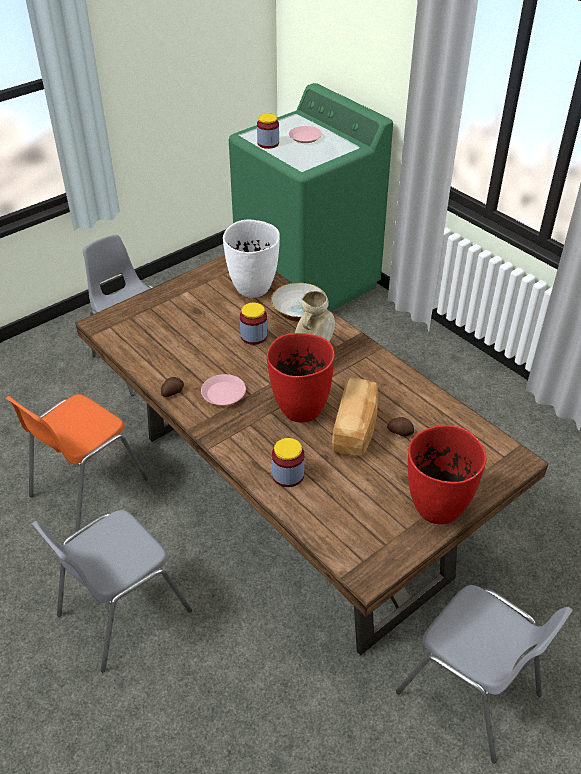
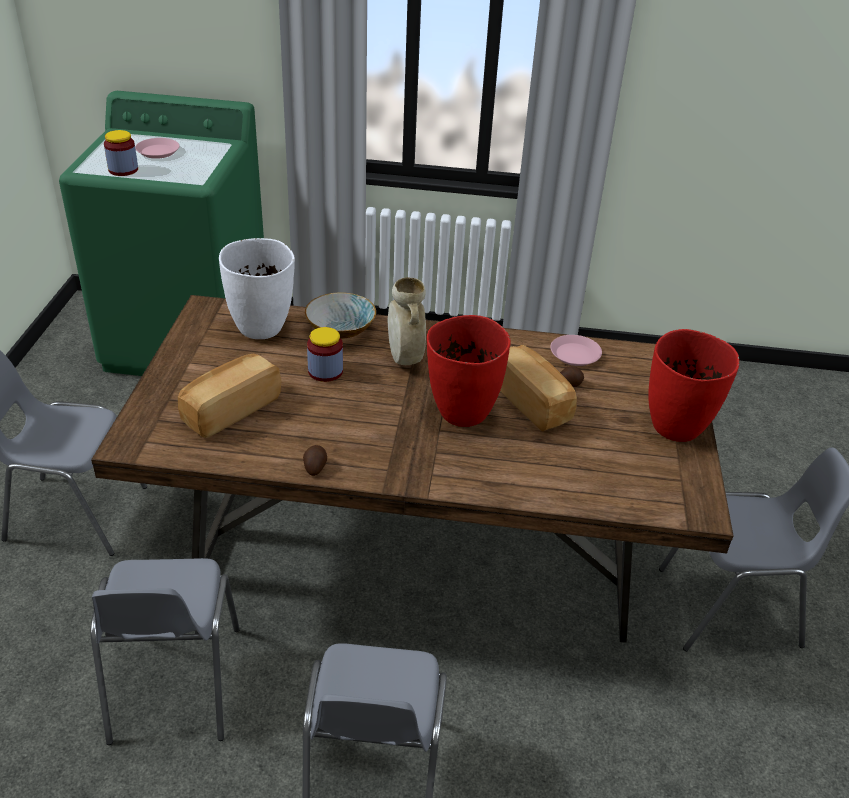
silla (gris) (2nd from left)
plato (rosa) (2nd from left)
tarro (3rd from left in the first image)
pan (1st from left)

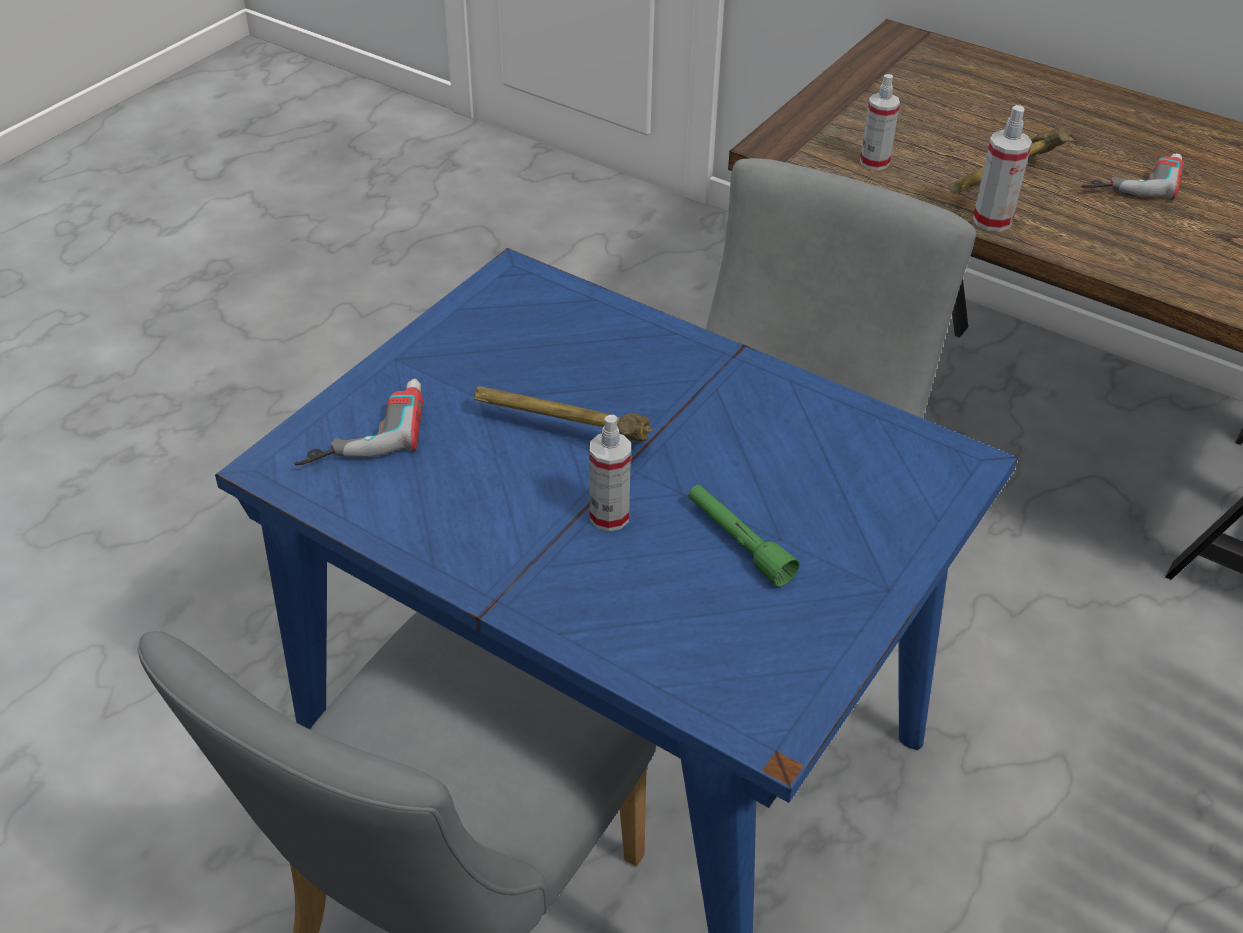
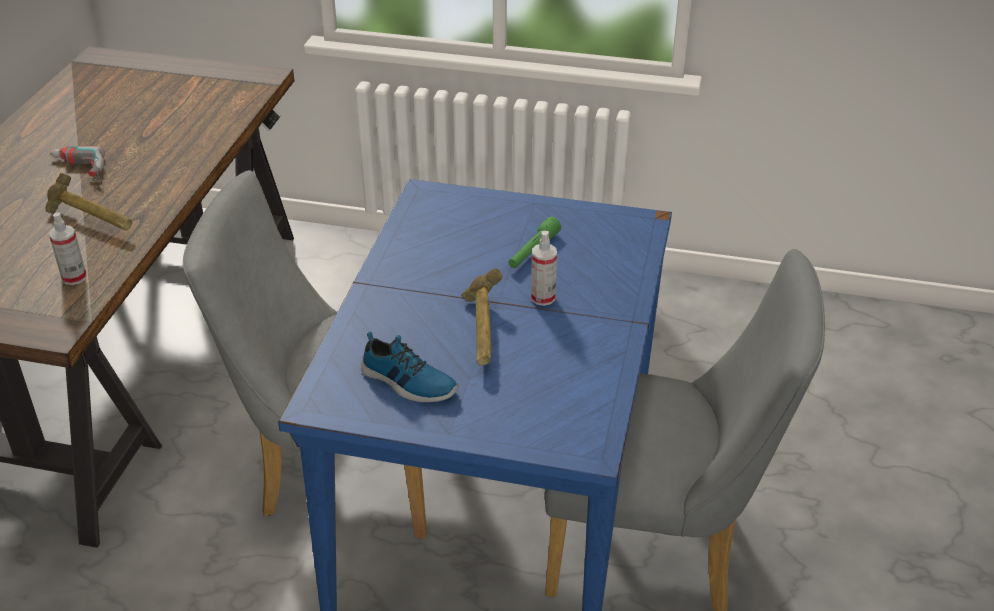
taladro (1st from left in the first image)
pulverizador (3rd from left in the first image)
zapato

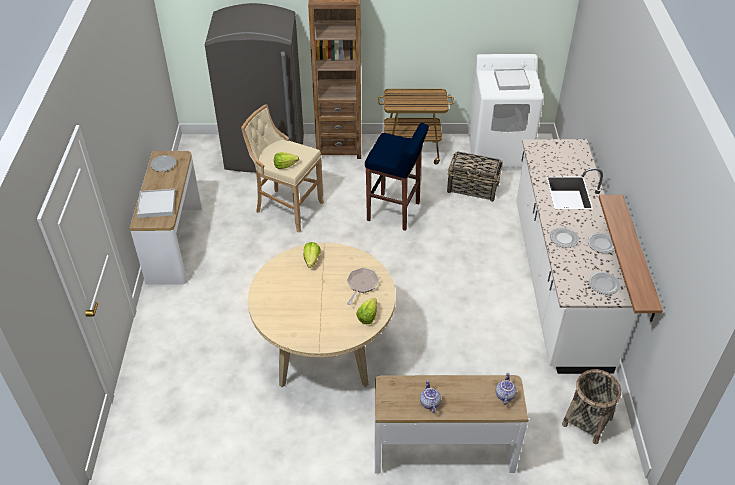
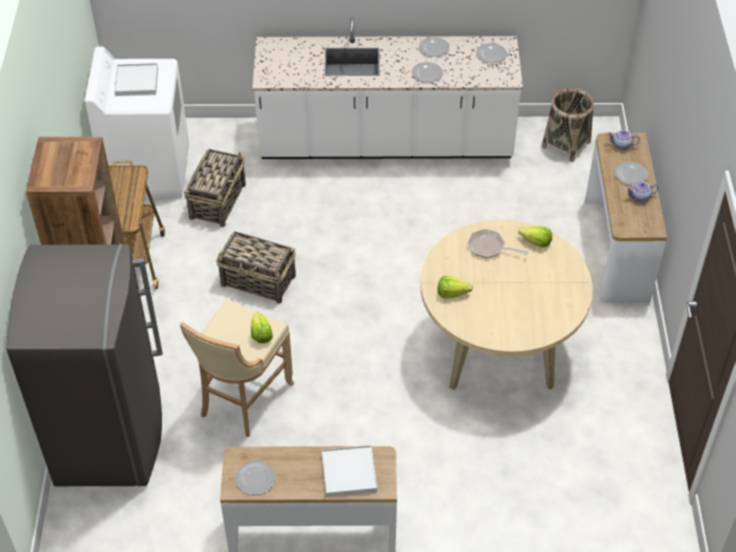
cesta (2nd from left)
estante
plato (5th from left)

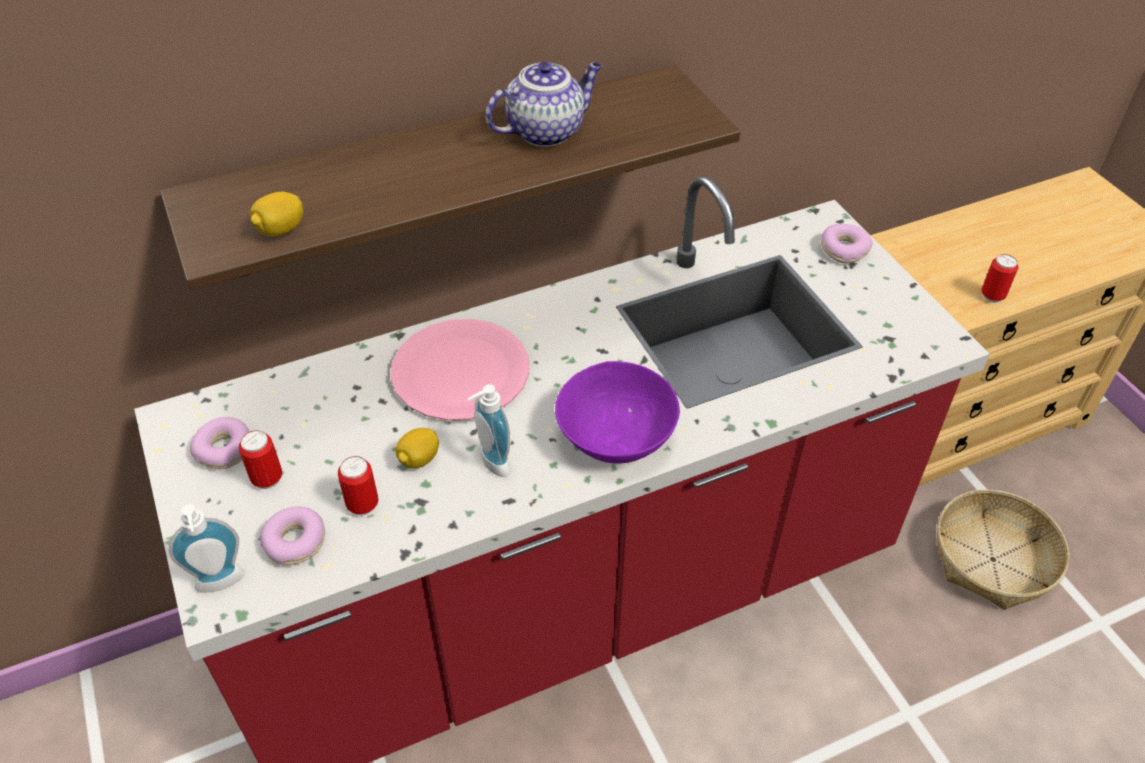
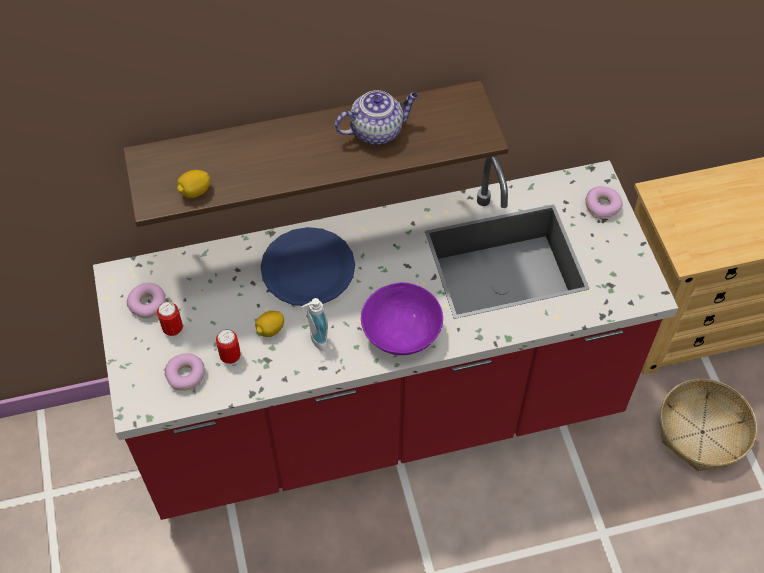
dispensador de jabón (1st from left in the first image)
plato (azul)
lata (3rd from left in the first image)

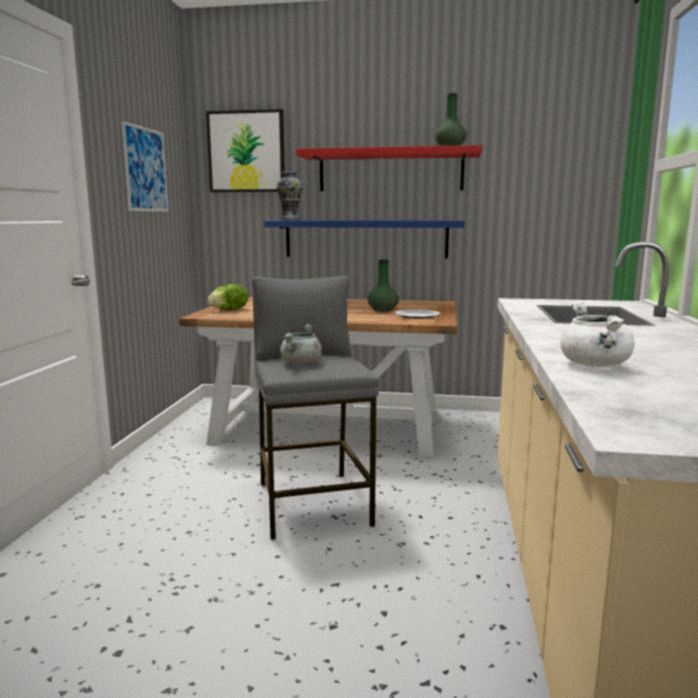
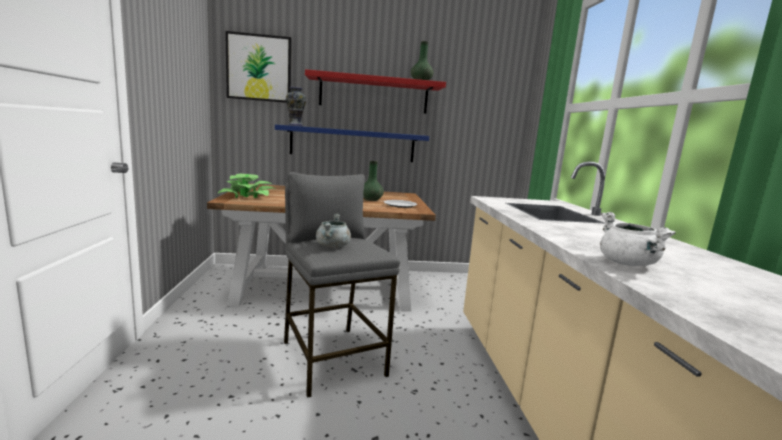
cuadro (1st from left in the first image)
planta en maceta

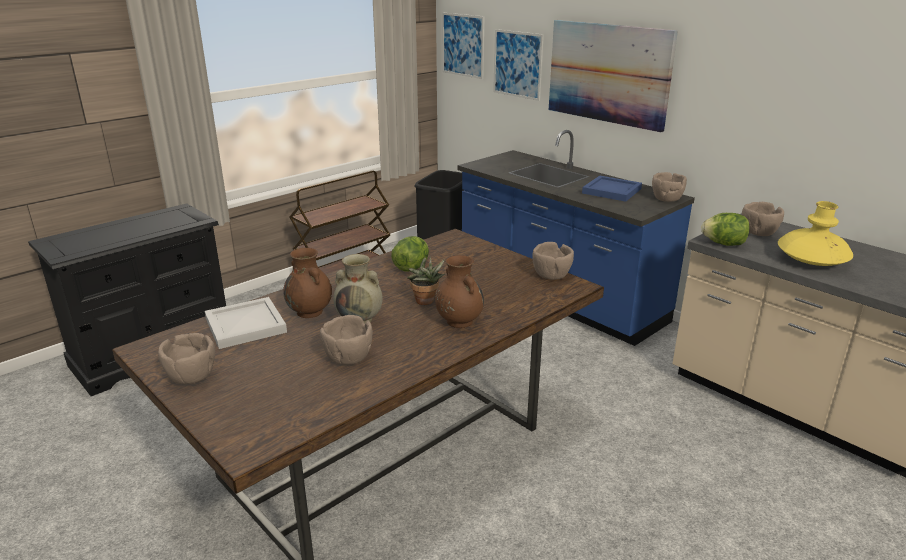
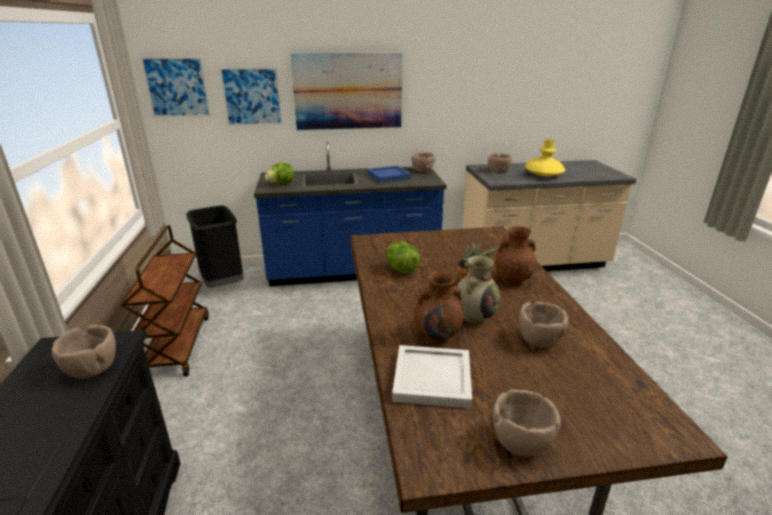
cuenco (marrón) (1st from left)
lechuga (1st from left)

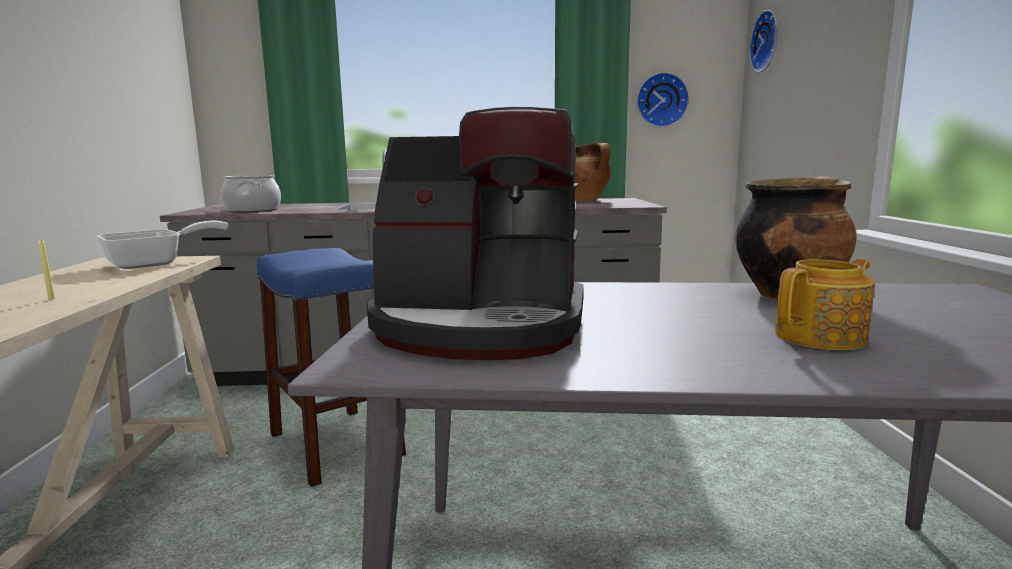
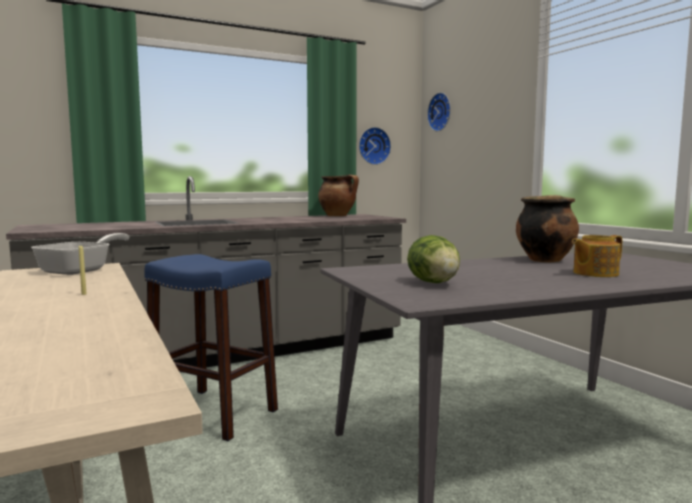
olla (1st from left in the first image)
lechuga
tetera

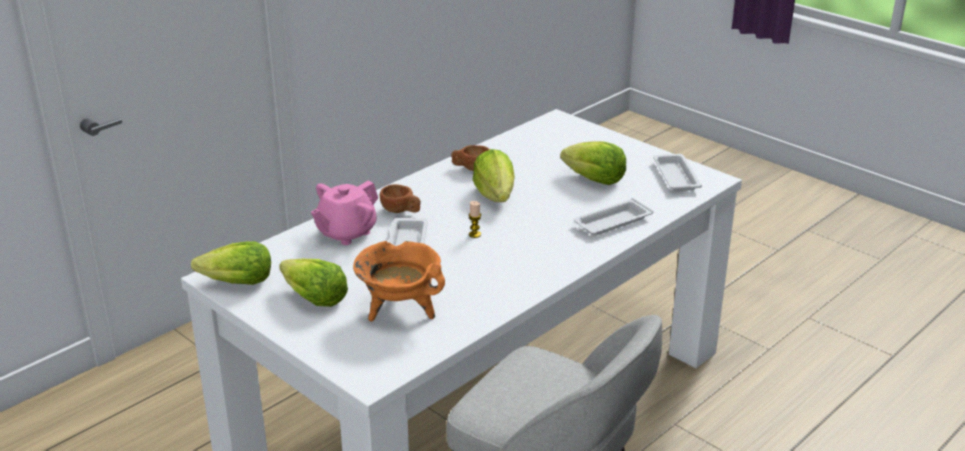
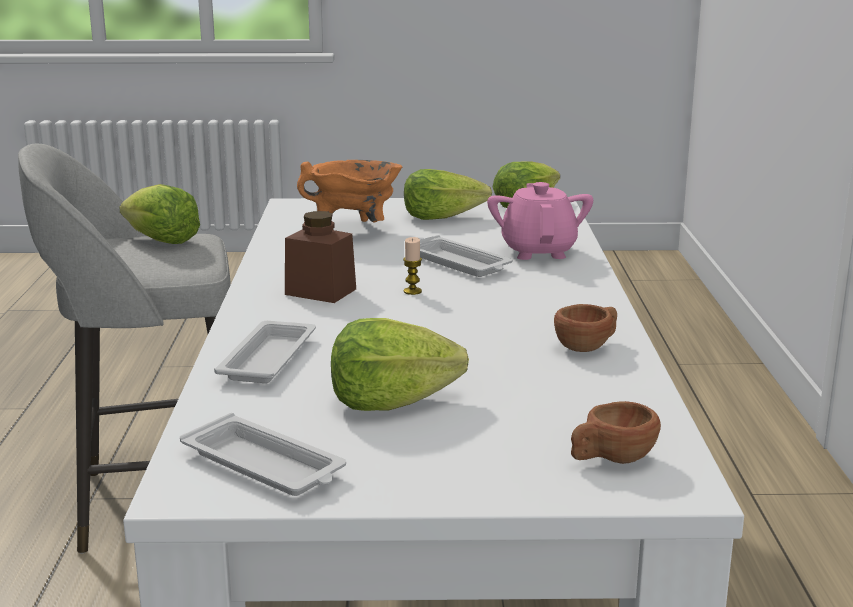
taza (marrón) (2nd from left)
lechuga (1st from left)
tarro (marrón)

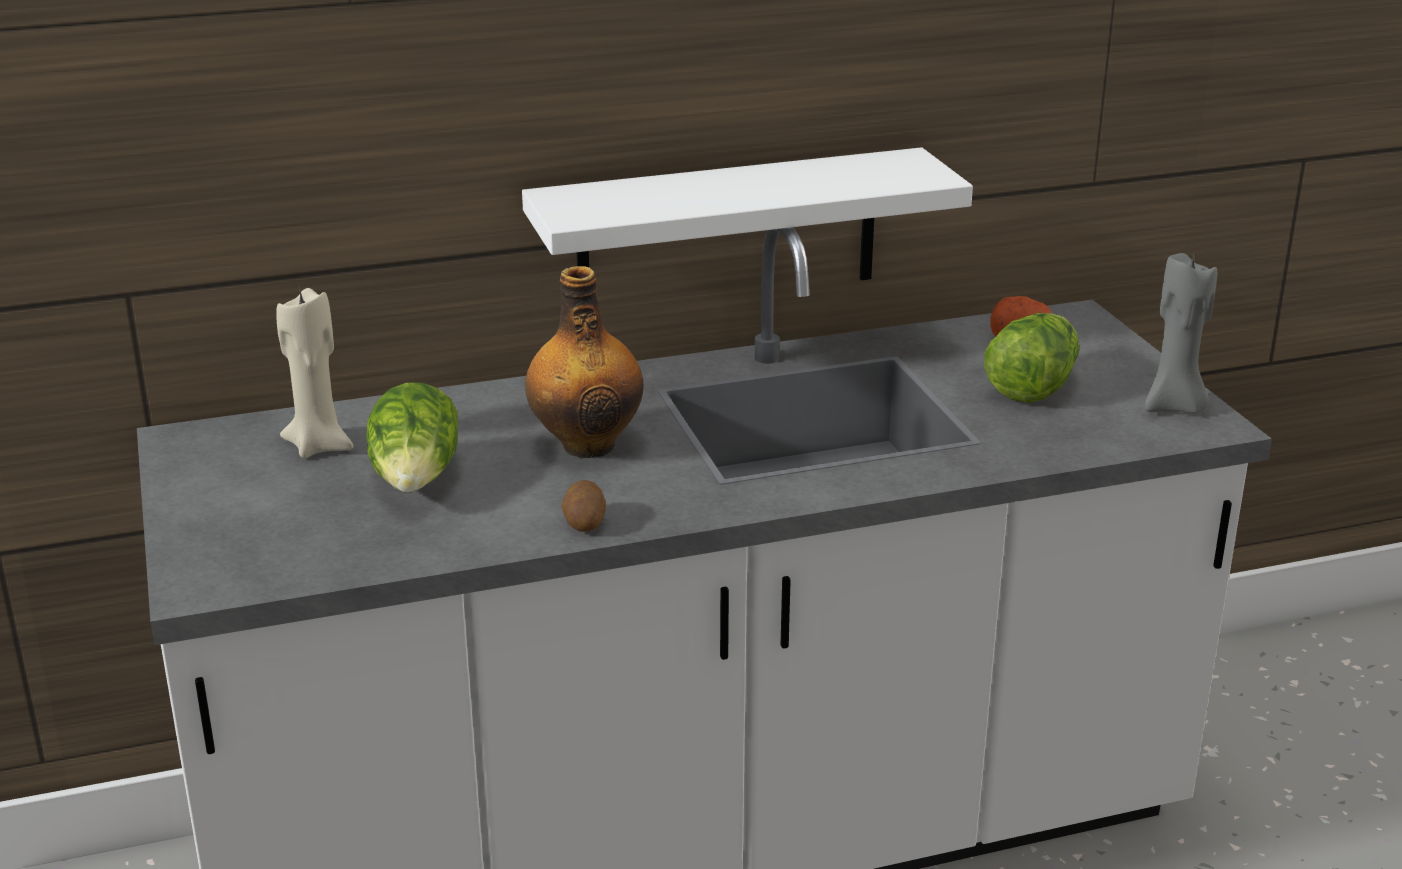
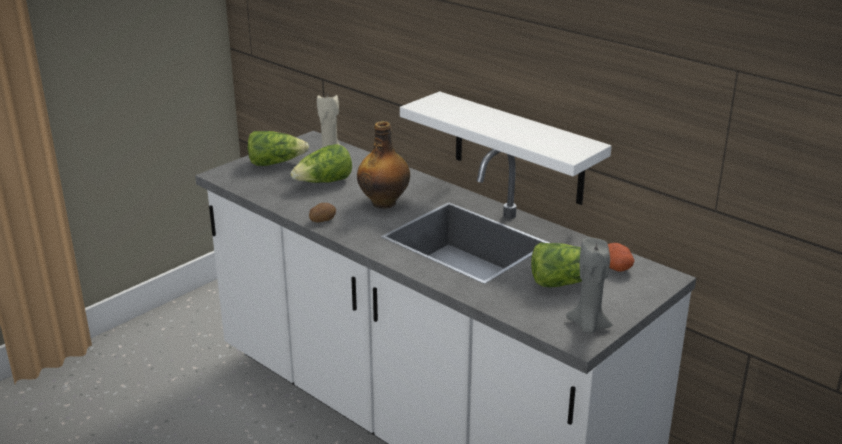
lechuga (1st from left)

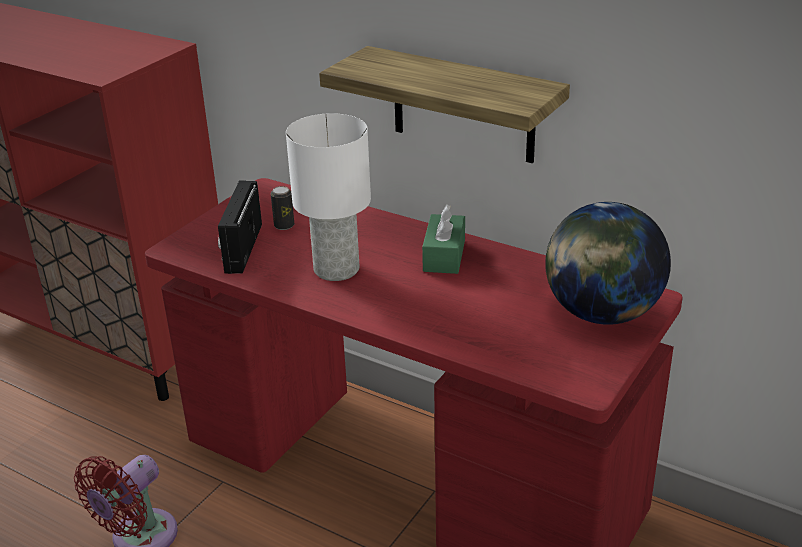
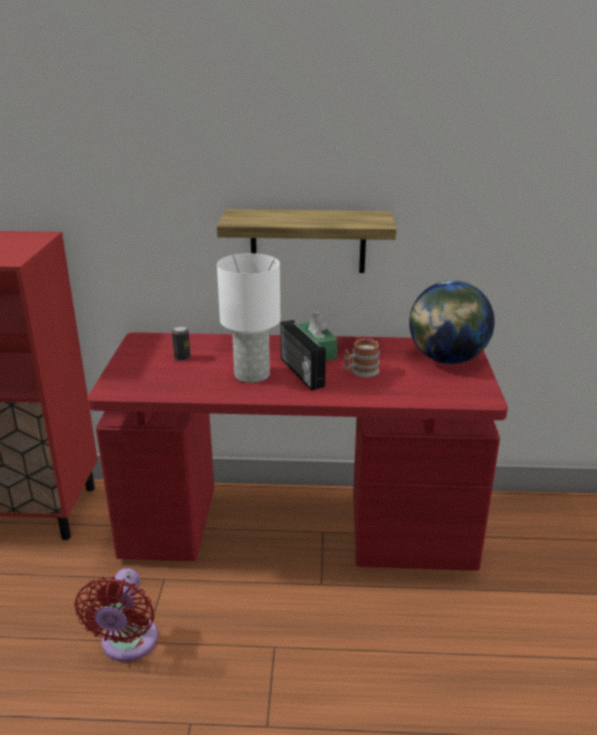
radio
taza grande

